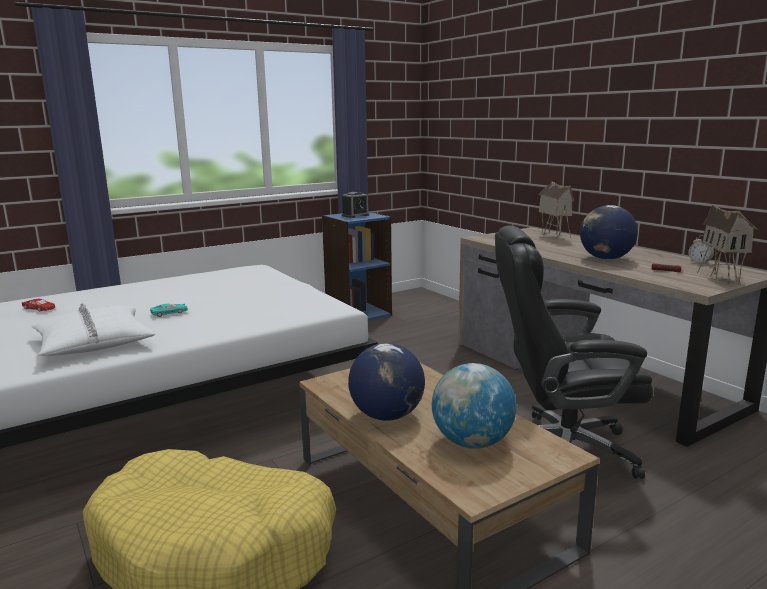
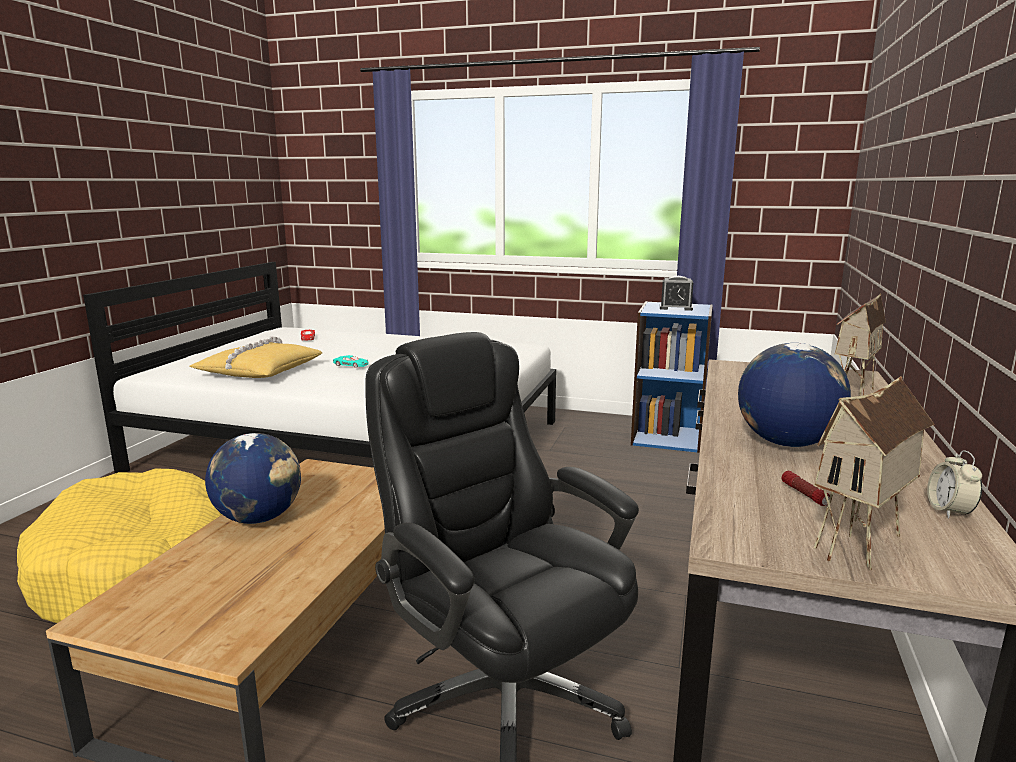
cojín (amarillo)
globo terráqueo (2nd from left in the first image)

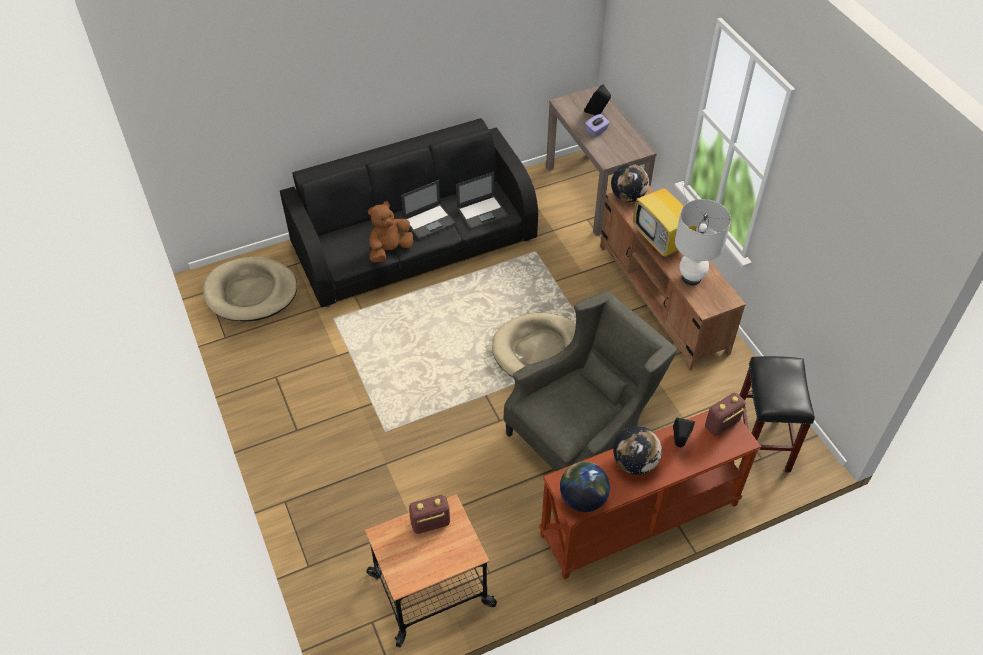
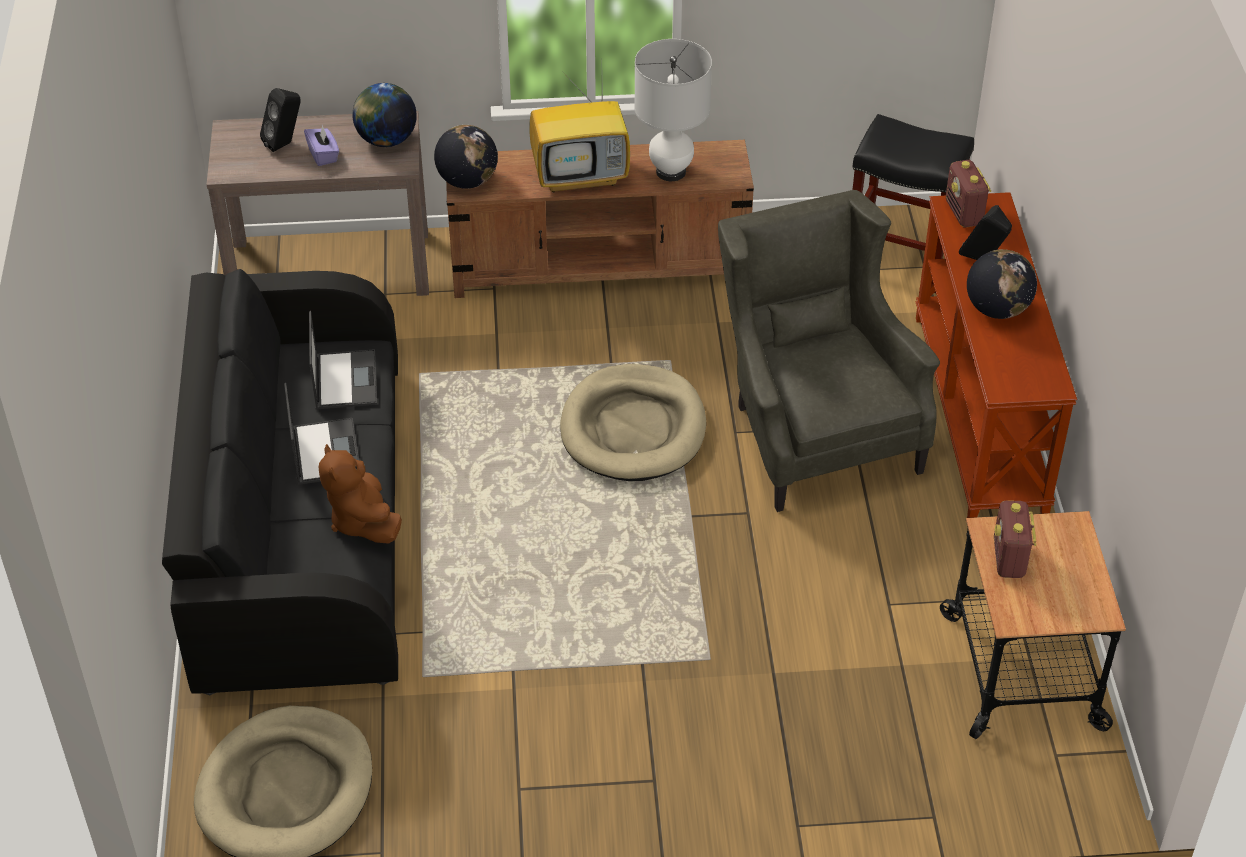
globo terráqueo (1st from left)

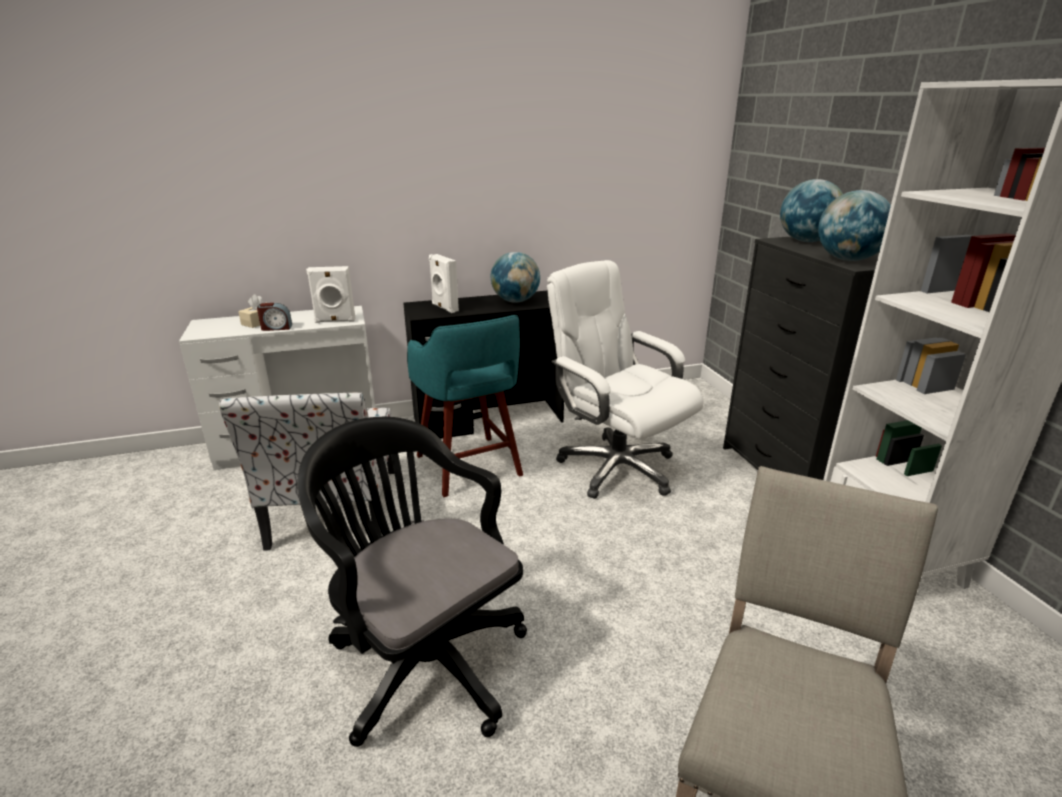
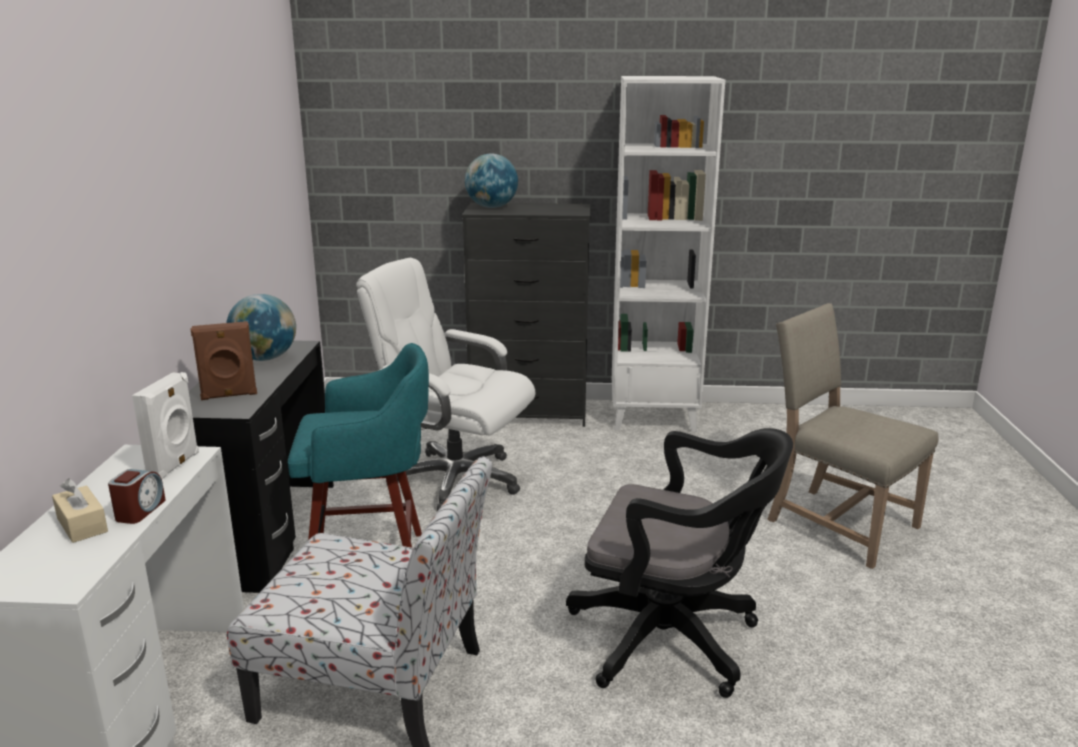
silla de oficina (negro)
altavoz (marrón)
silla de oficina (blanco)
globo terráqueo (3rd from left in the first image)

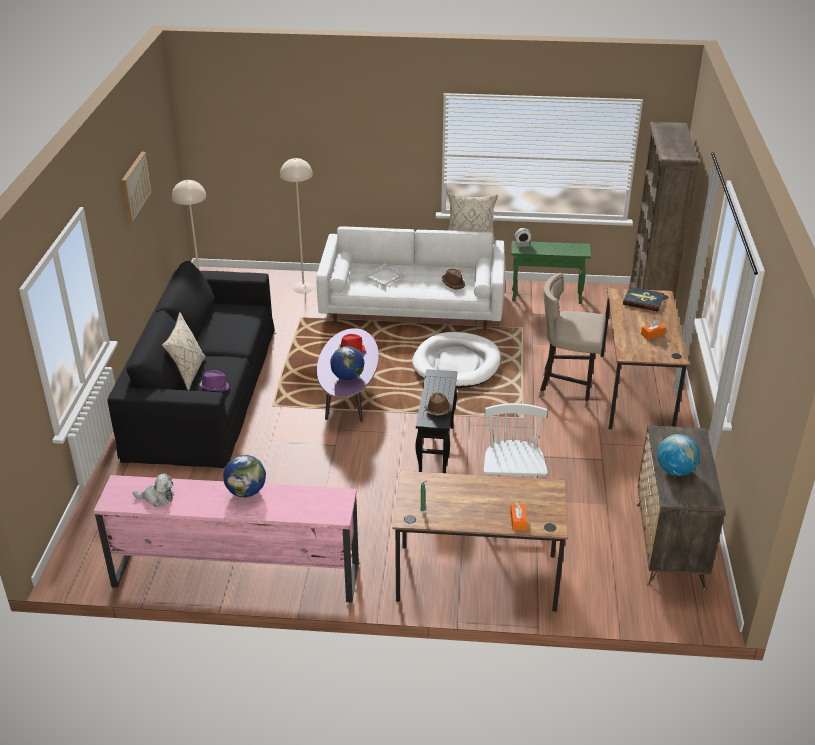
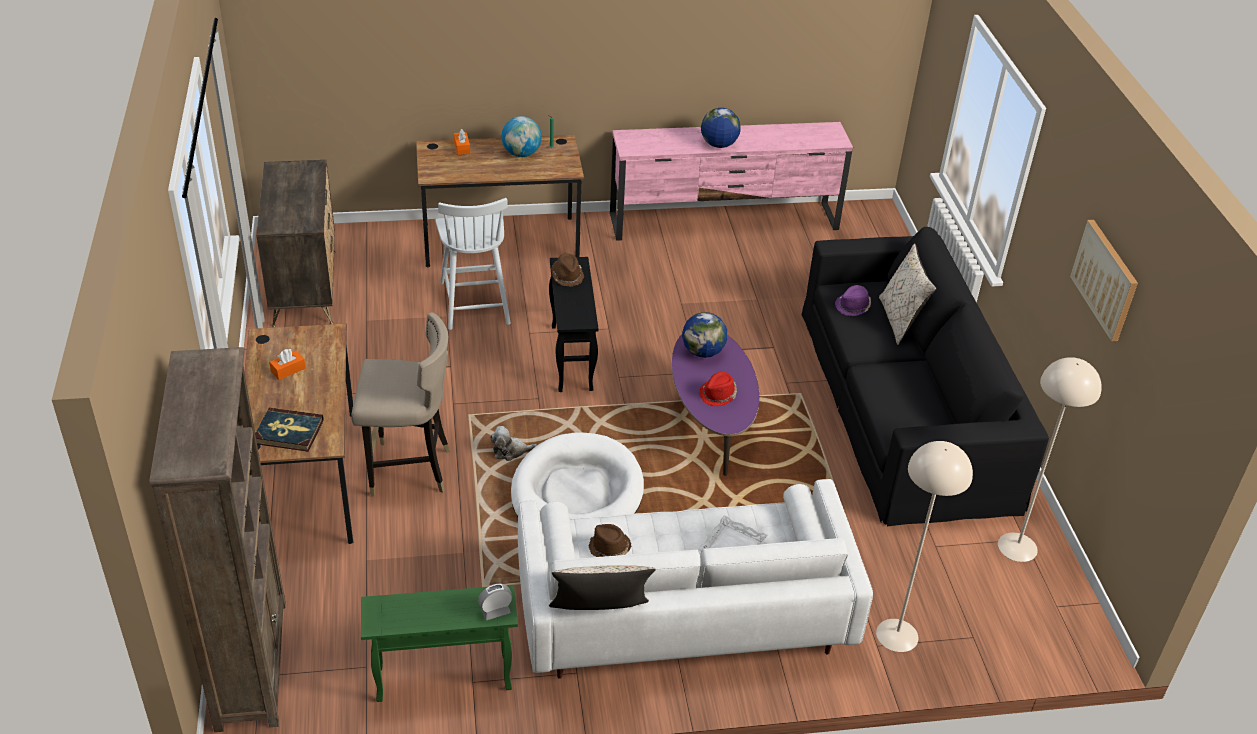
peluche
globo terráqueo (1st from left)

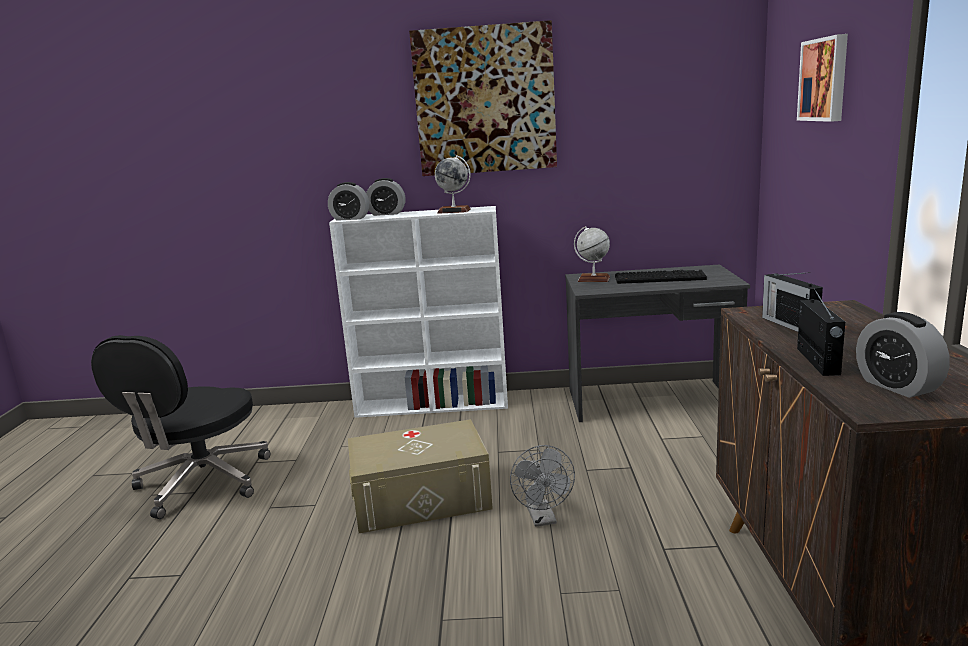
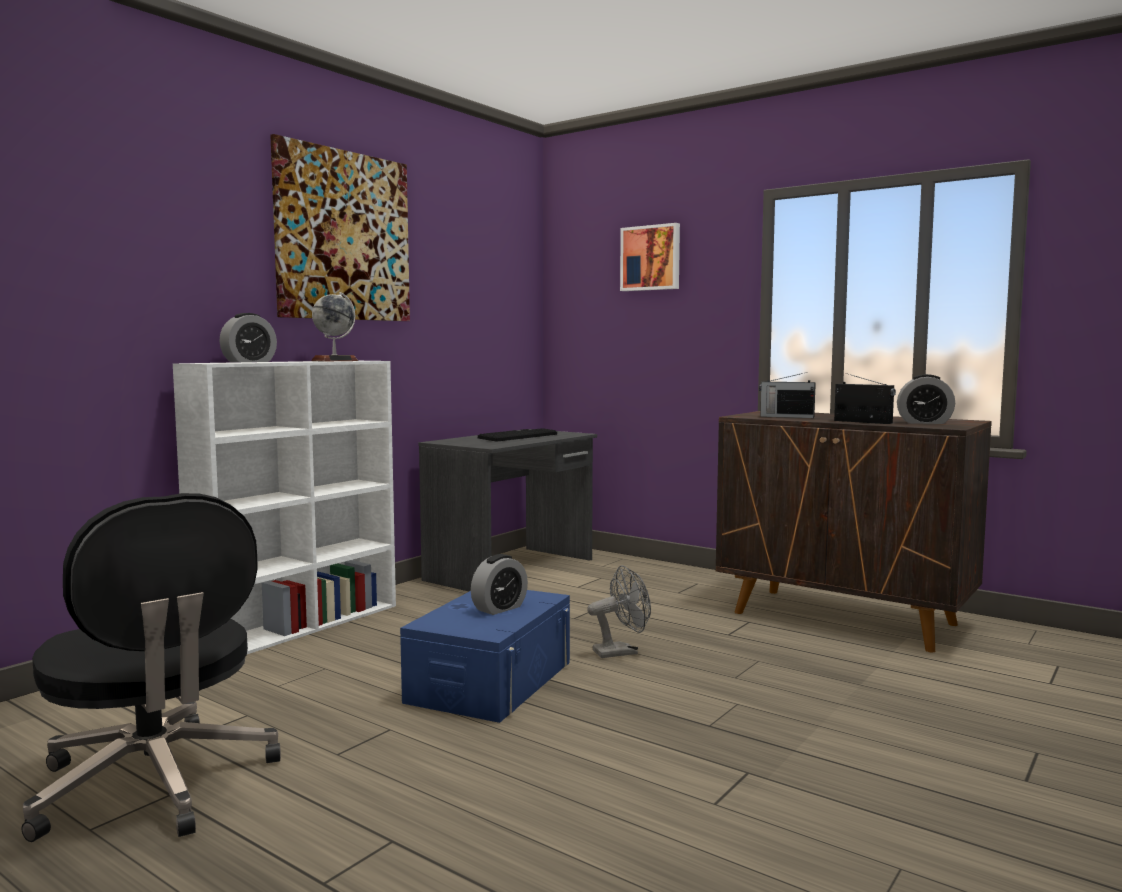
despertador (2nd from left)
caja de almacenaje (azul)
ventilador (gris)
globo terráqueo (2nd from left in the first image)

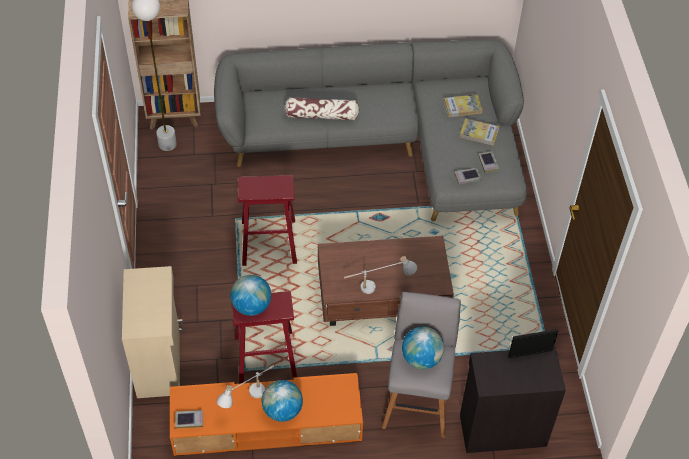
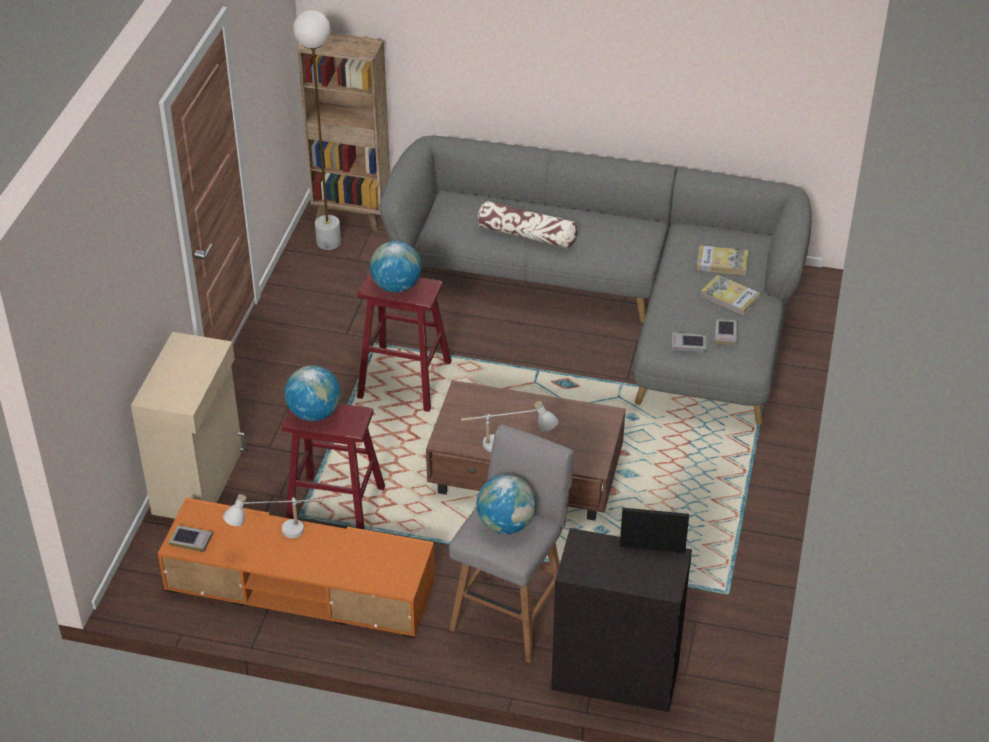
globo terráqueo (2nd from left)

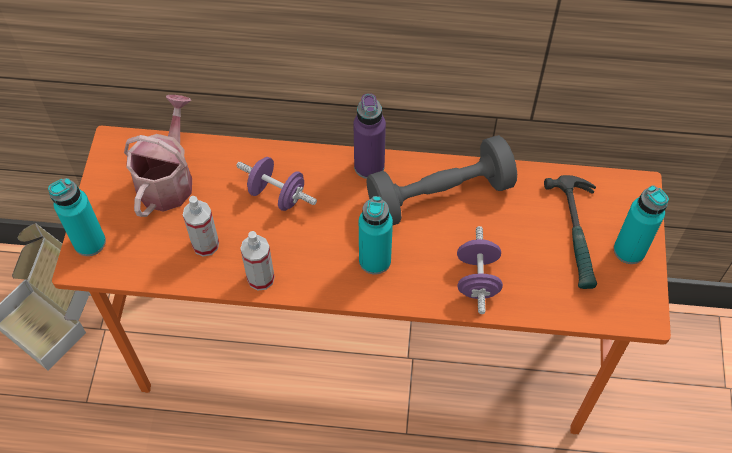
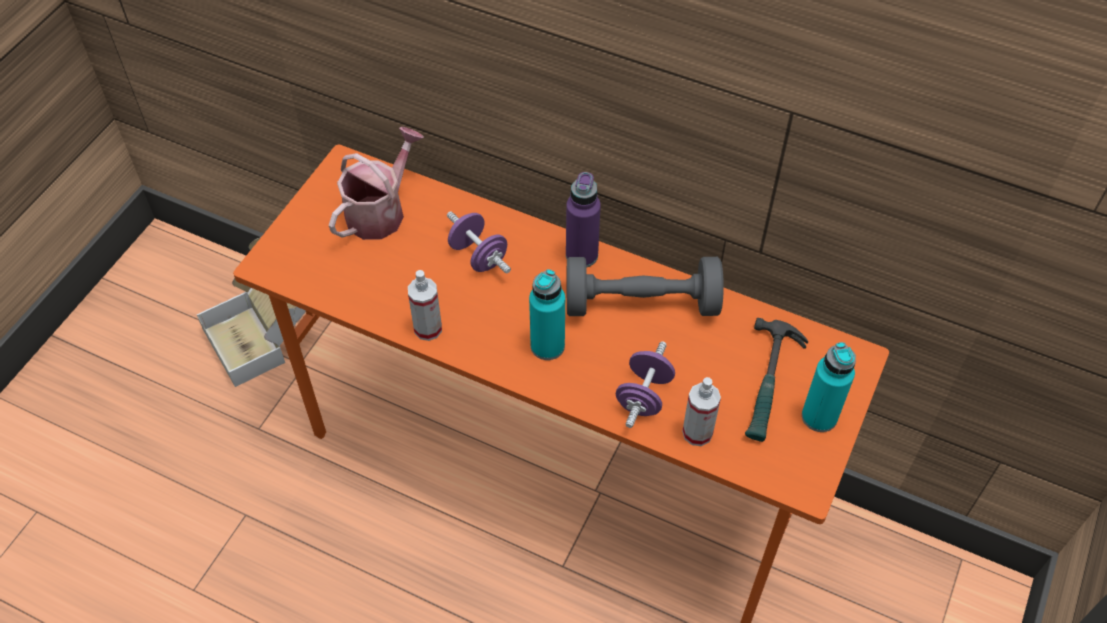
botella (turquesa) (1st from left in the first image)
pulverizador (2nd from left)

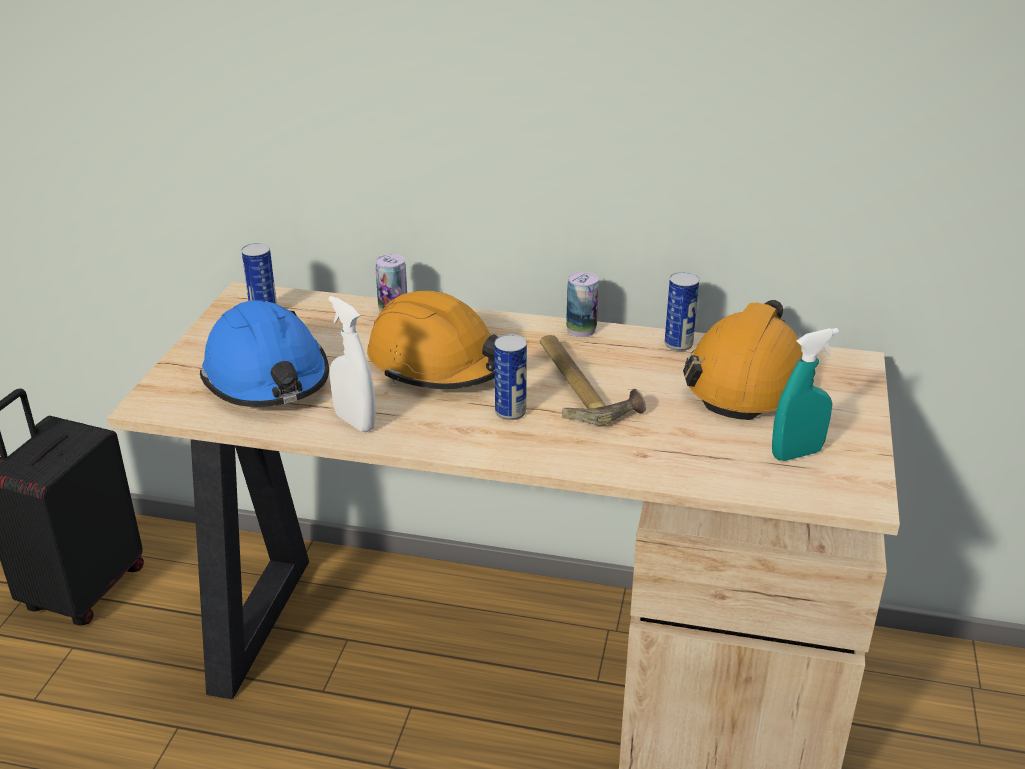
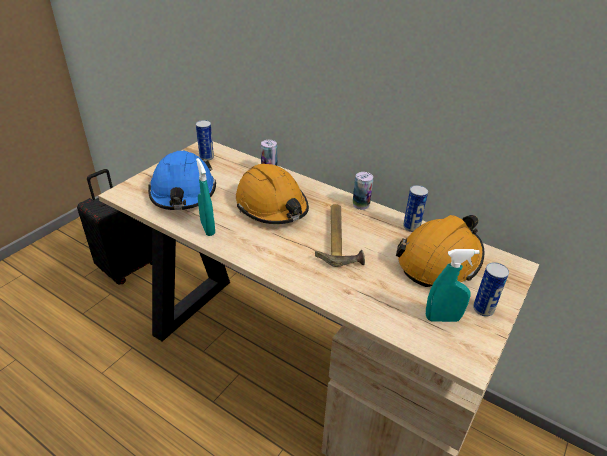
pulverizador (turquesa) (1st from left)
lata (5th from left)

